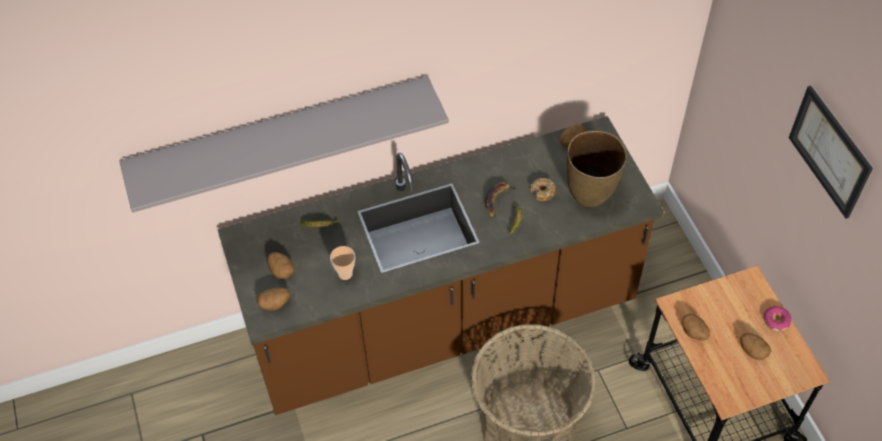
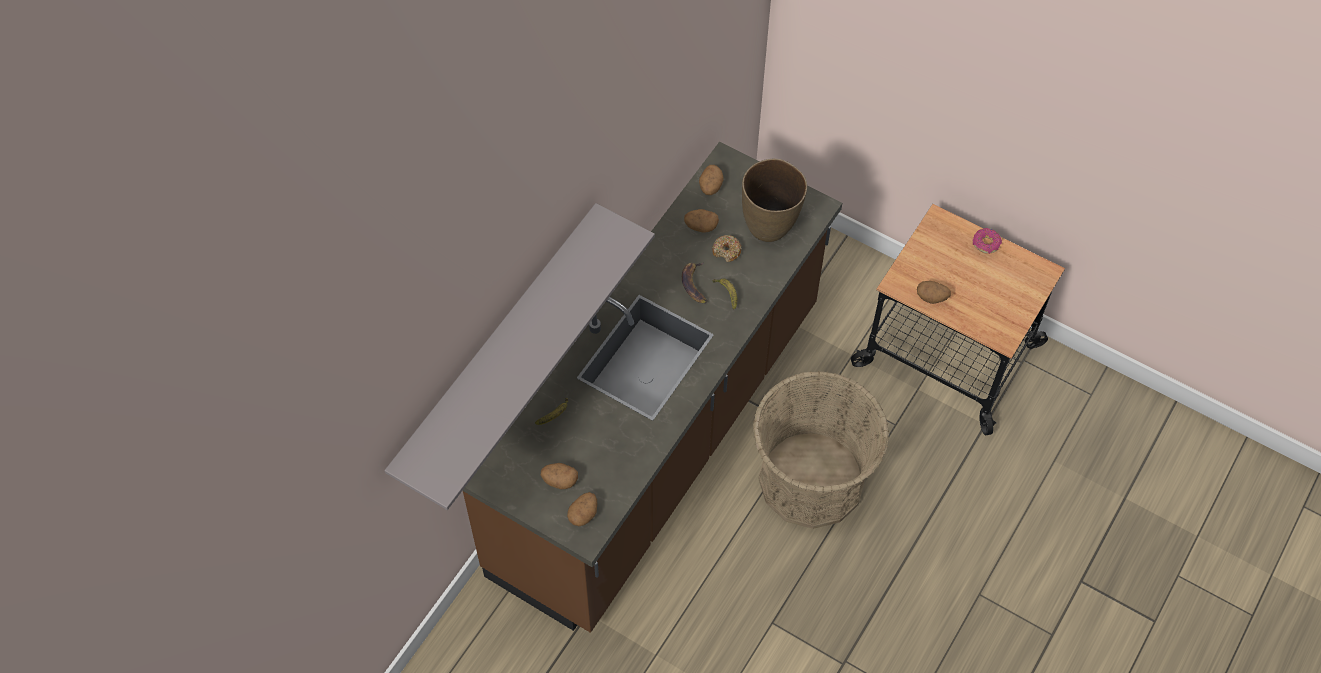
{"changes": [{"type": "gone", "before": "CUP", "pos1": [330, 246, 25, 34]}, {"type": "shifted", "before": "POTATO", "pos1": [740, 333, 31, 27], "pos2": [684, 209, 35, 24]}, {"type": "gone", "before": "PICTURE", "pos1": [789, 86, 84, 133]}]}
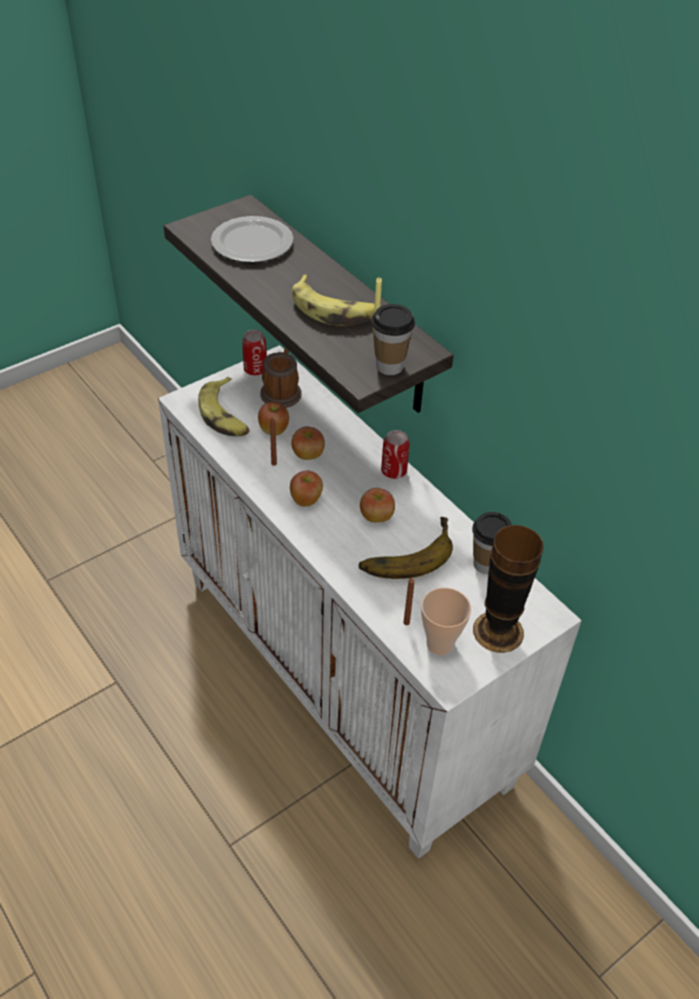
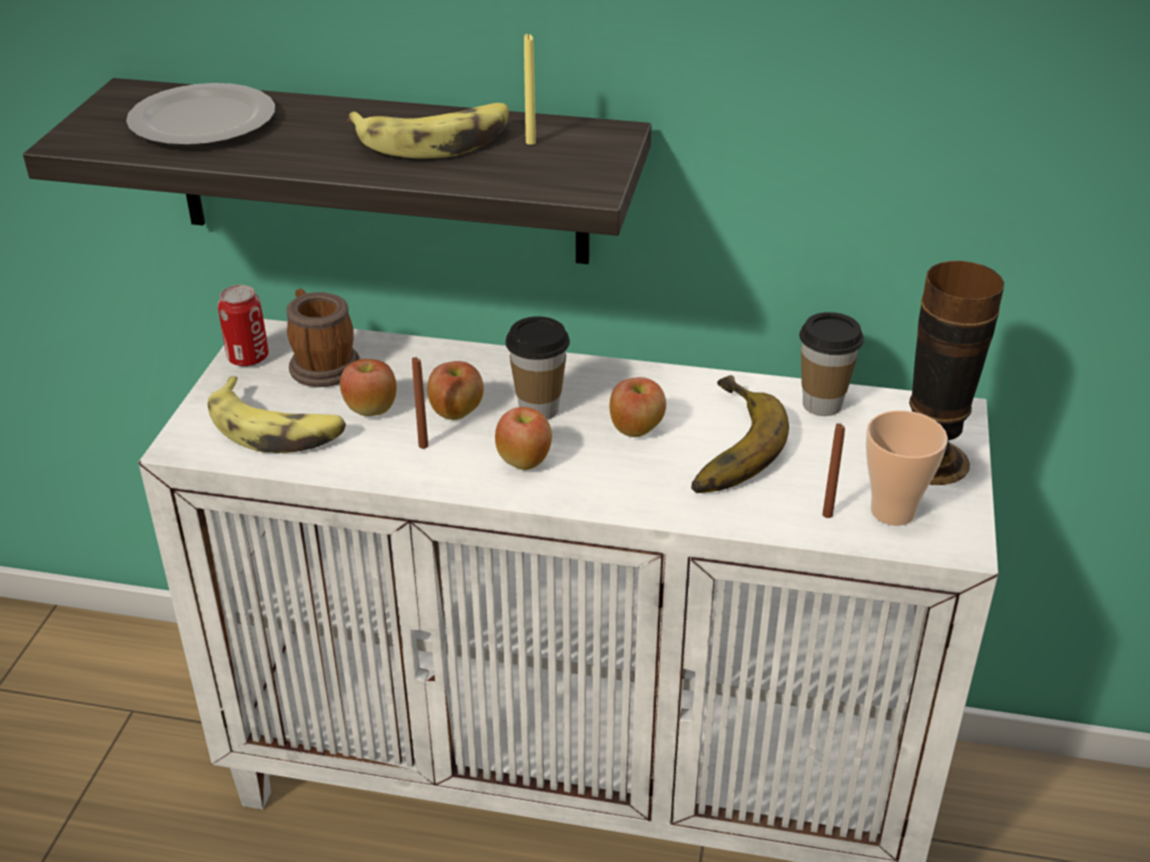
{"changes": [{"type": "shifted", "before": "CUP", "pos1": [371, 304, 44, 71], "pos2": [506, 316, 64, 104]}, {"type": "gone", "before": "CAN", "pos1": [381, 430, 29, 49]}]}
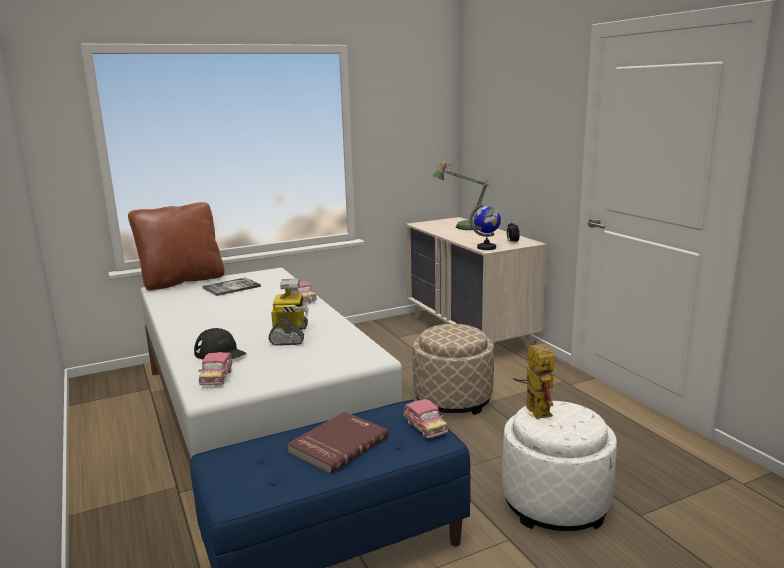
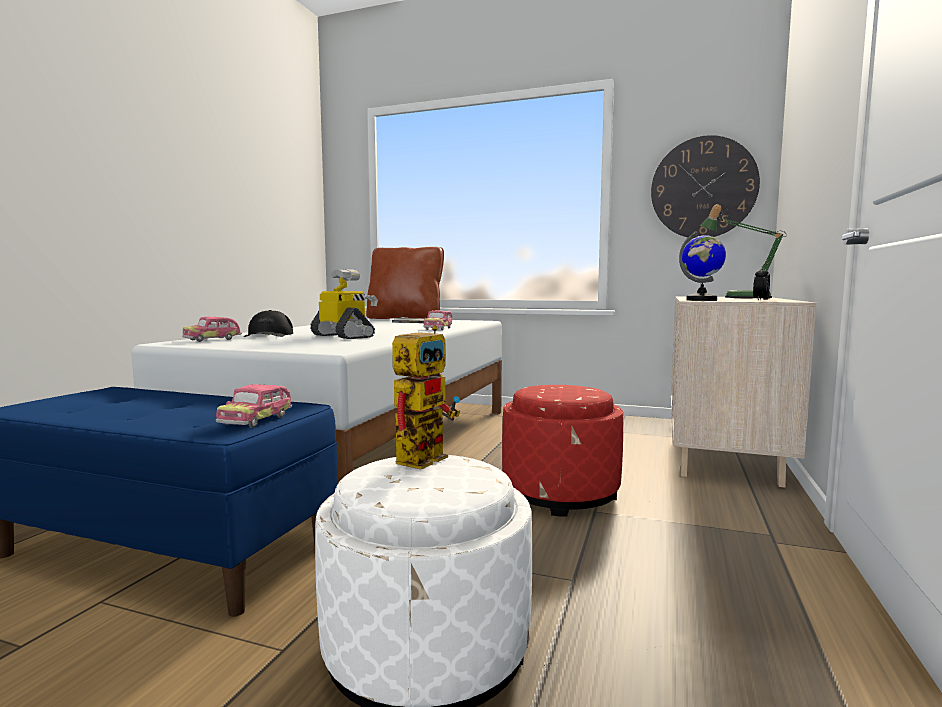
{"changes": [{"type": "rotated", "before": "TOY ROBOT", "pos1": [268, 278, 44, 68], "pos2": [310, 269, 68, 70], "turn": -90}, {"type": "gone", "before": "RED BOOK", "pos1": [287, 412, 101, 62]}, {"type": "repainted", "before": "BEIGE OTTOMAN", "after": "RED OTTOMAN", "pos1": [413, 324, 81, 91], "pos2": [502, 385, 121, 132]}, {"type": "new", "after": "WALL CLOCK", "pos2": [651, 135, 109, 103]}]}
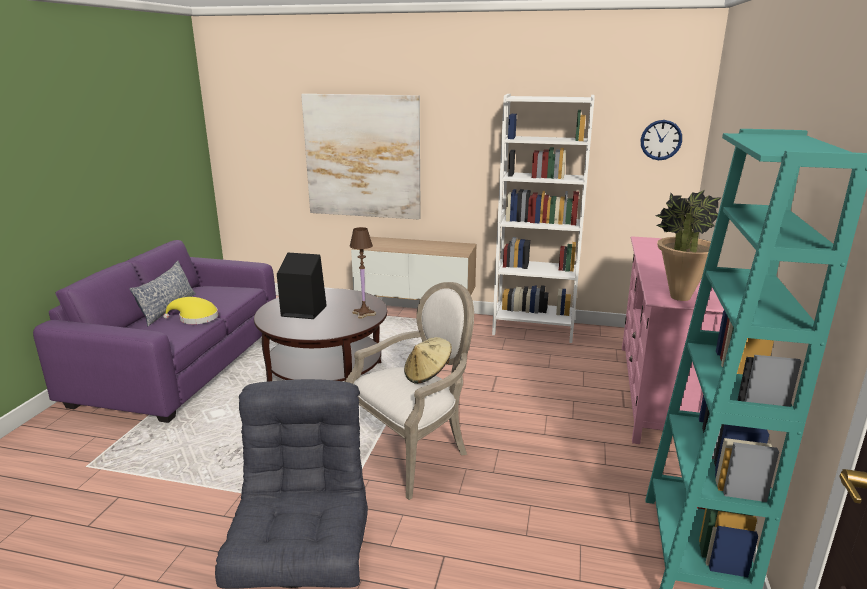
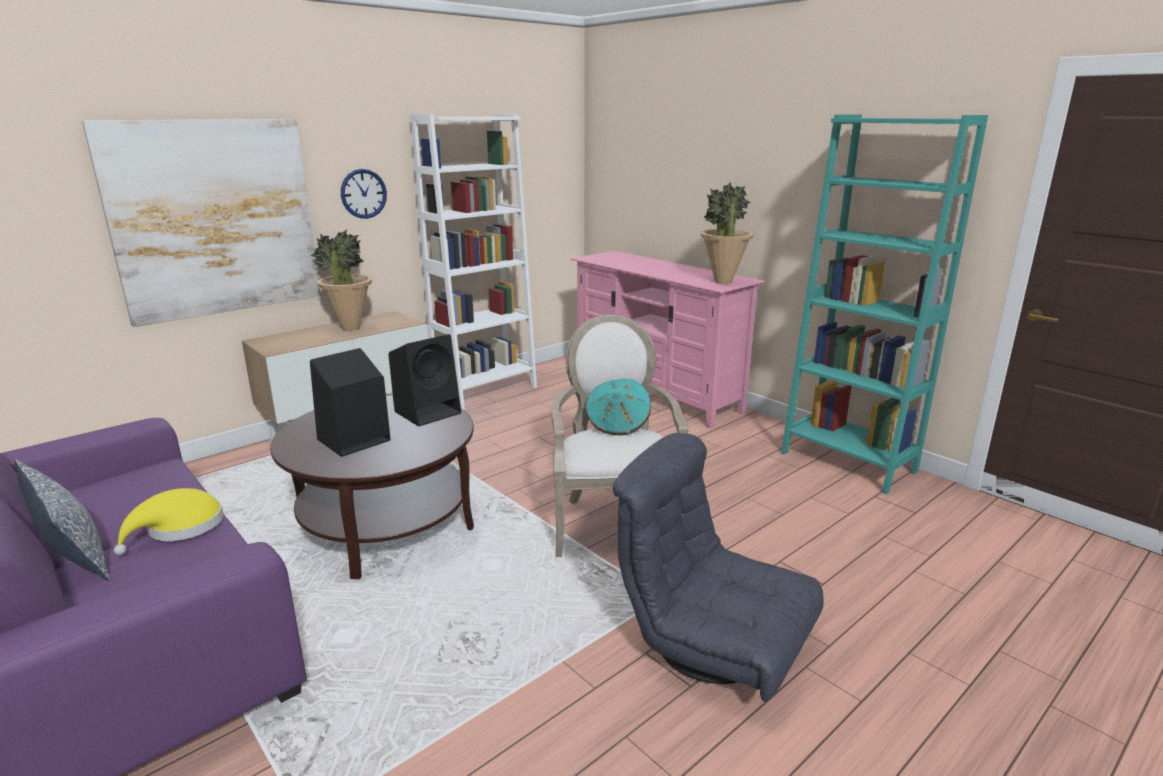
{"changes": [{"type": "swapped", "before": "BROWN TABLE LAMP", "after": "BLACK SPEAKER", "pos1": [350, 227, 26, 92], "pos2": [388, 334, 73, 92]}, {"type": "repainted", "before": "BEIGE HAT", "after": "TURQUOISE HAT", "pos1": [404, 337, 48, 47], "pos2": [585, 379, 66, 56]}, {"type": "shifted", "before": "WALL CLOCK", "pos1": [641, 120, 41, 40], "pos2": [341, 169, 46, 50]}, {"type": "new", "after": "POTTED PLANT", "pos2": [311, 230, 61, 101]}]}
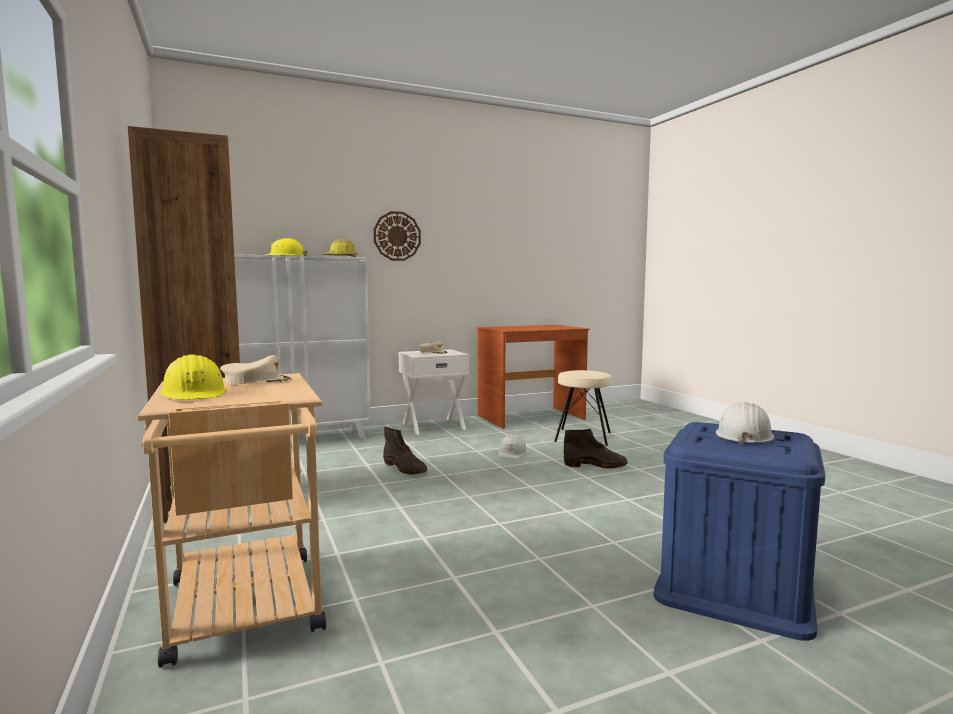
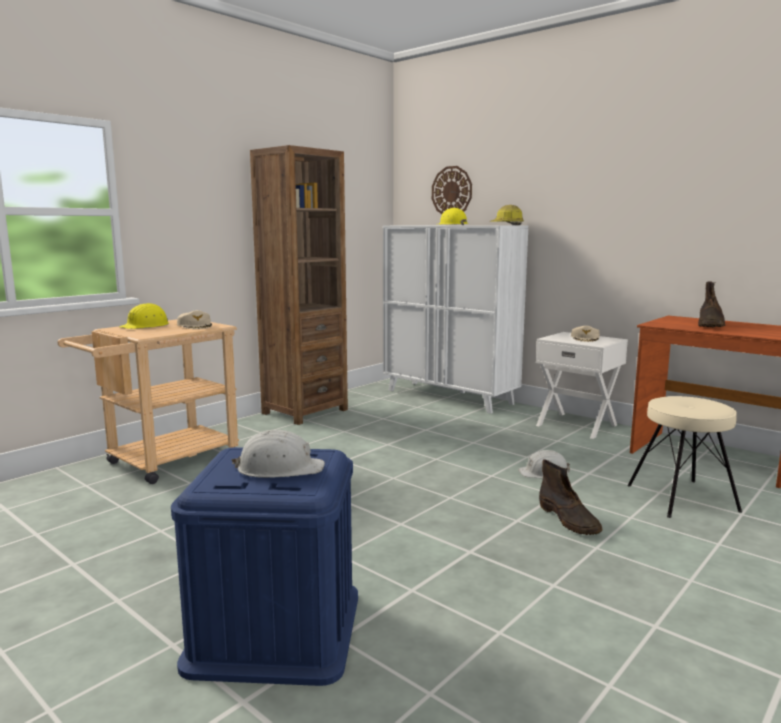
{"changes": [{"type": "shifted", "before": "WALL CLOCK", "pos1": [373, 211, 48, 50], "pos2": [432, 166, 40, 48]}, {"type": "shifted", "before": "BROWN BOOT", "pos1": [383, 427, 44, 48], "pos2": [698, 281, 27, 47]}]}
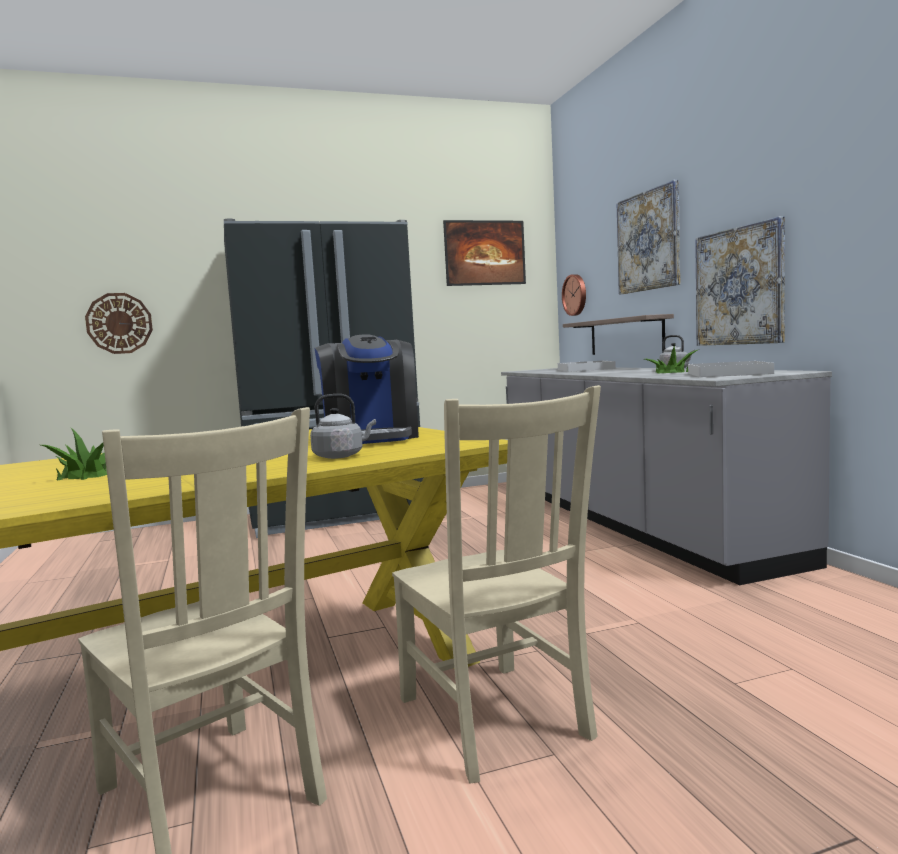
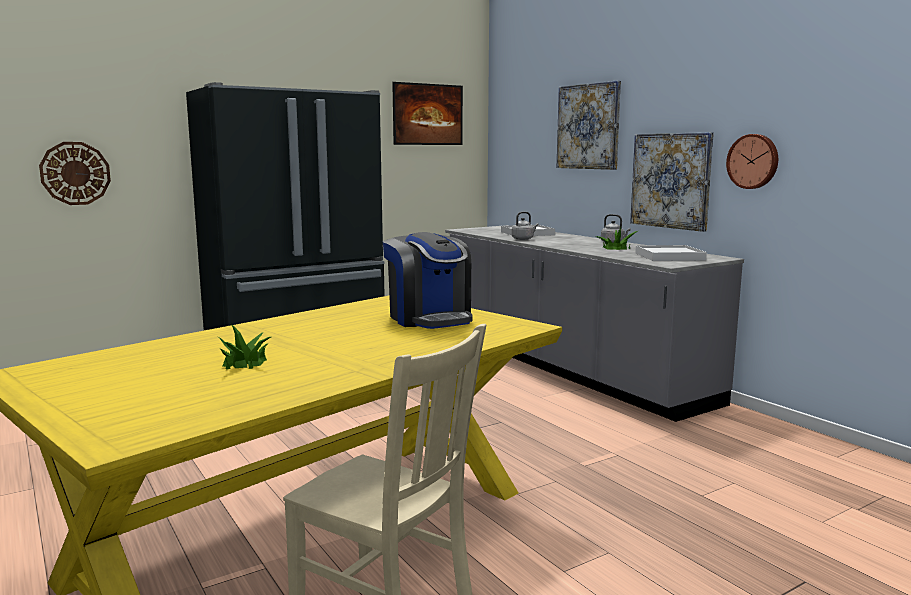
{"changes": [{"type": "shifted", "before": "GREY KETTLE", "pos1": [310, 394, 66, 65], "pos2": [511, 212, 27, 28]}, {"type": "gone", "before": "BEIGE CHAIR", "pos1": [392, 385, 209, 398]}, {"type": "shifted", "before": "WALL CLOCK", "pos1": [562, 274, 24, 42], "pos2": [726, 134, 52, 55]}, {"type": "gone", "before": "SHELF", "pos1": [563, 314, 111, 41]}]}
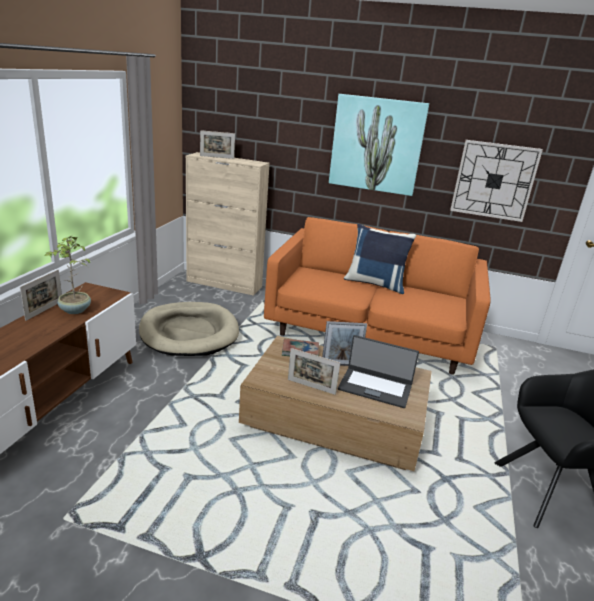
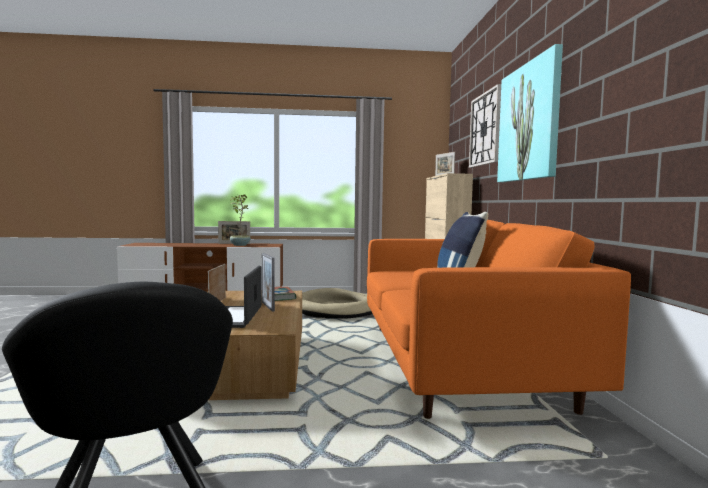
{"changes": [{"type": "shifted", "before": "WALL CLOCK", "pos1": [450, 140, 93, 82], "pos2": [469, 84, 32, 84]}]}
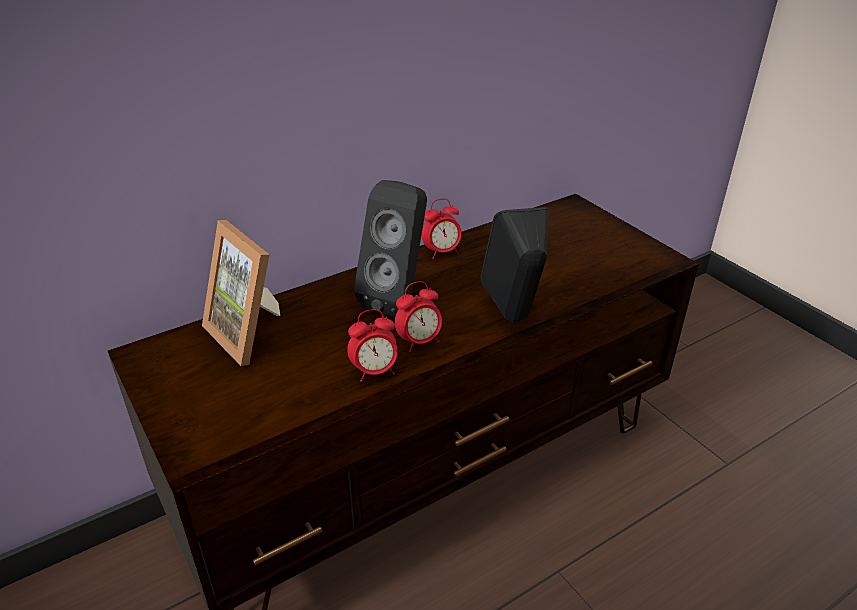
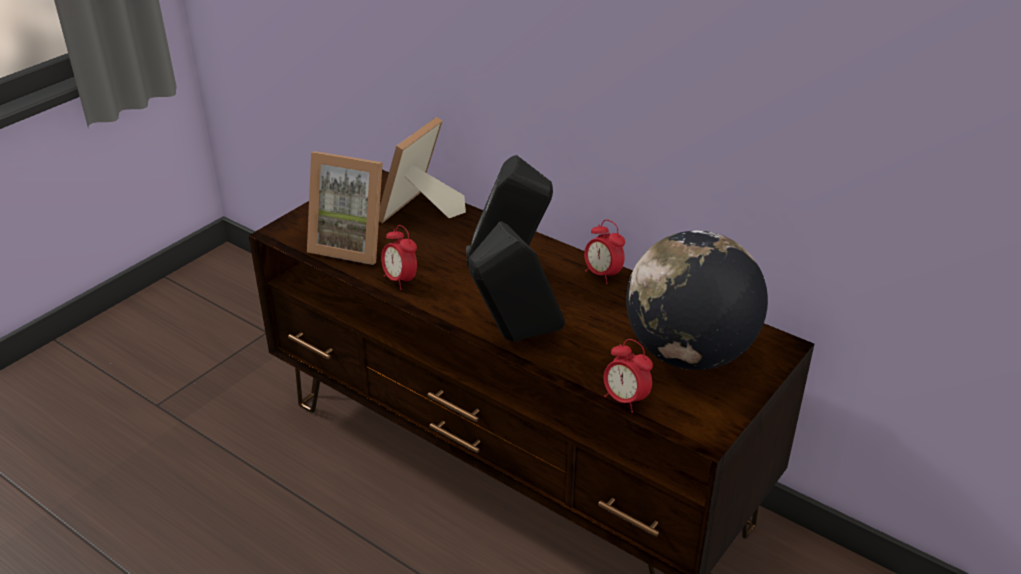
{"changes": [{"type": "shifted", "before": "ALARM CLOCK", "pos1": [395, 281, 47, 71], "pos2": [604, 339, 49, 74]}, {"type": "new", "after": "PICTURE FRAME", "pos2": [307, 151, 76, 114]}, {"type": "new", "after": "GLOBE", "pos2": [626, 231, 142, 139]}]}
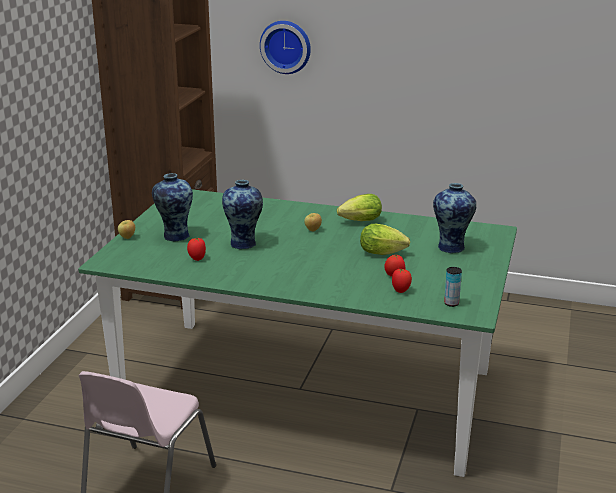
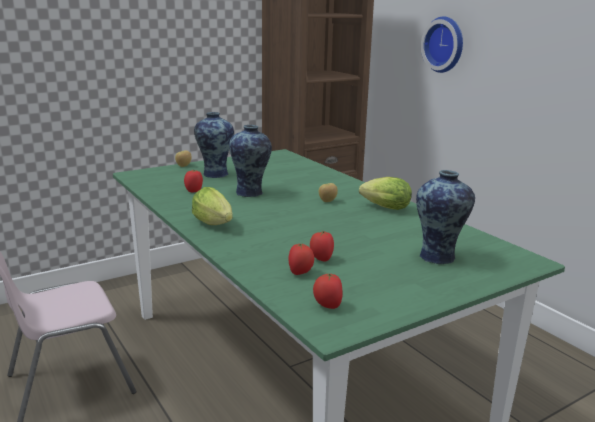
{"changes": [{"type": "shifted", "before": "LETTUCE", "pos1": [360, 224, 50, 31], "pos2": [192, 187, 41, 38]}, {"type": "swapped", "before": "CAN", "after": "TOMATO", "pos1": [444, 267, 18, 40], "pos2": [313, 273, 30, 36]}]}
